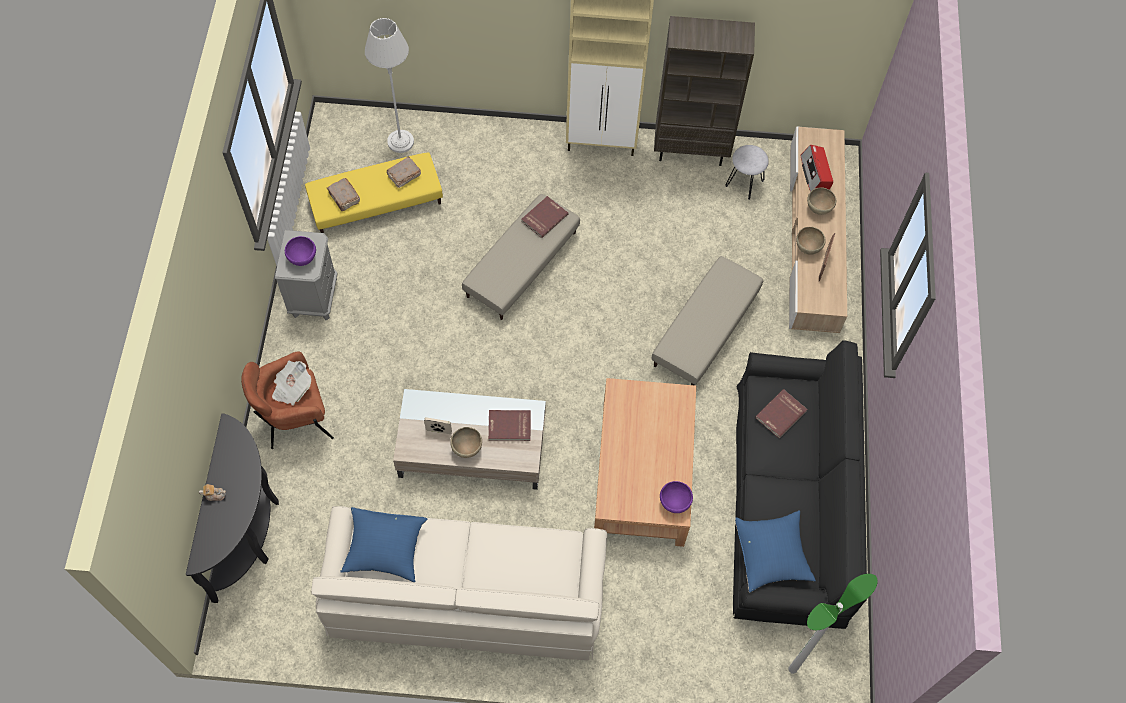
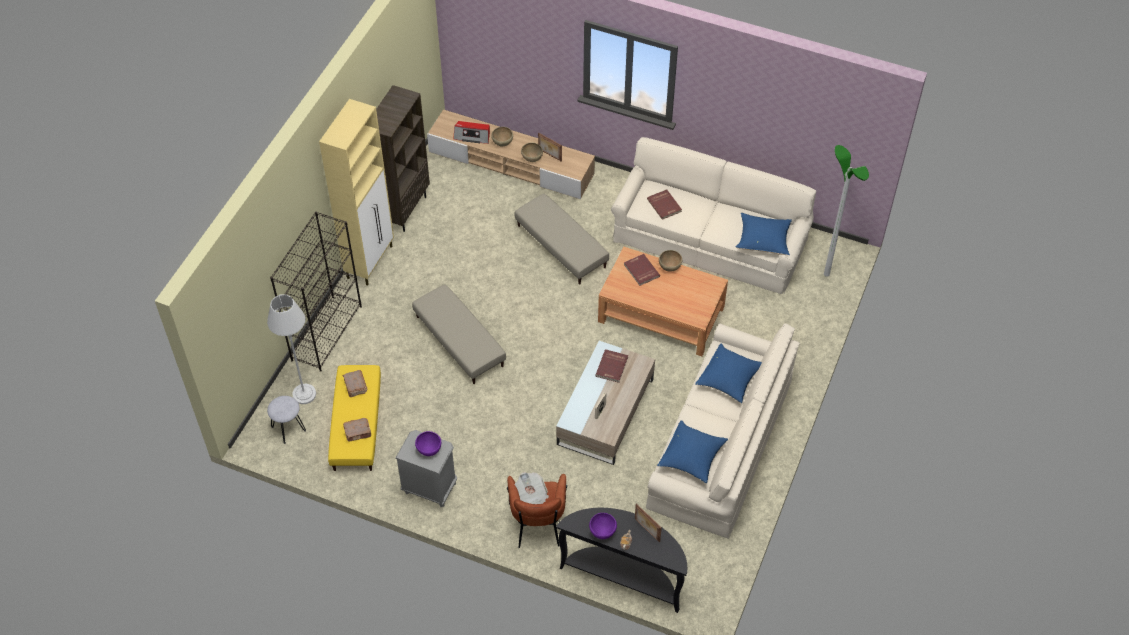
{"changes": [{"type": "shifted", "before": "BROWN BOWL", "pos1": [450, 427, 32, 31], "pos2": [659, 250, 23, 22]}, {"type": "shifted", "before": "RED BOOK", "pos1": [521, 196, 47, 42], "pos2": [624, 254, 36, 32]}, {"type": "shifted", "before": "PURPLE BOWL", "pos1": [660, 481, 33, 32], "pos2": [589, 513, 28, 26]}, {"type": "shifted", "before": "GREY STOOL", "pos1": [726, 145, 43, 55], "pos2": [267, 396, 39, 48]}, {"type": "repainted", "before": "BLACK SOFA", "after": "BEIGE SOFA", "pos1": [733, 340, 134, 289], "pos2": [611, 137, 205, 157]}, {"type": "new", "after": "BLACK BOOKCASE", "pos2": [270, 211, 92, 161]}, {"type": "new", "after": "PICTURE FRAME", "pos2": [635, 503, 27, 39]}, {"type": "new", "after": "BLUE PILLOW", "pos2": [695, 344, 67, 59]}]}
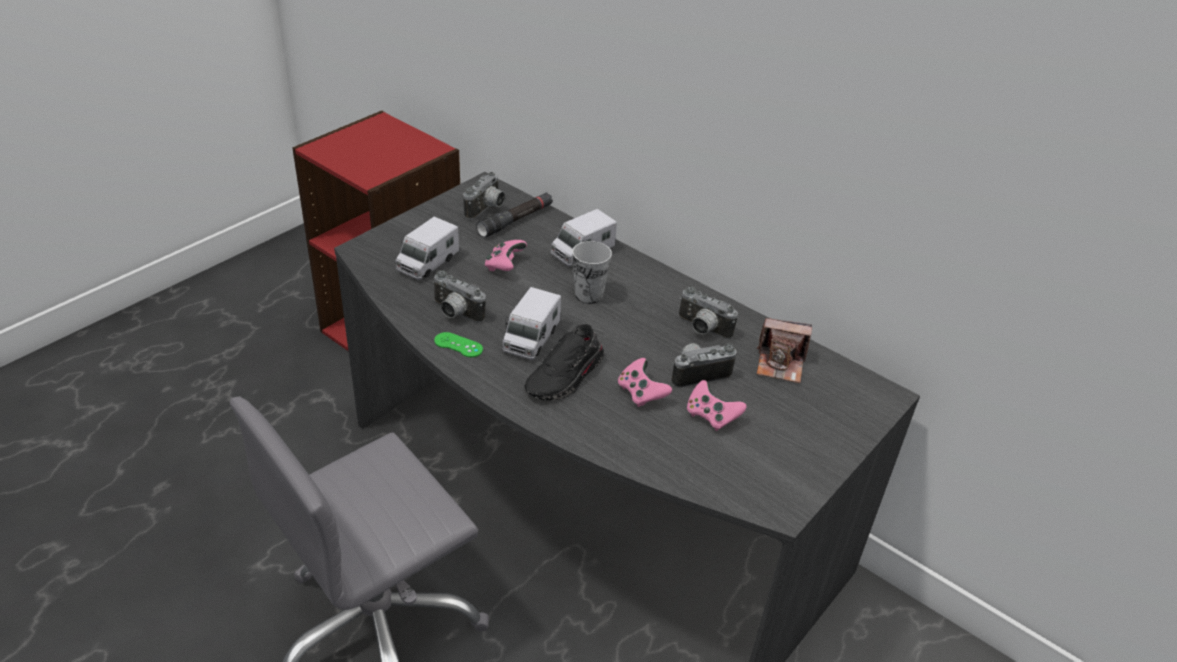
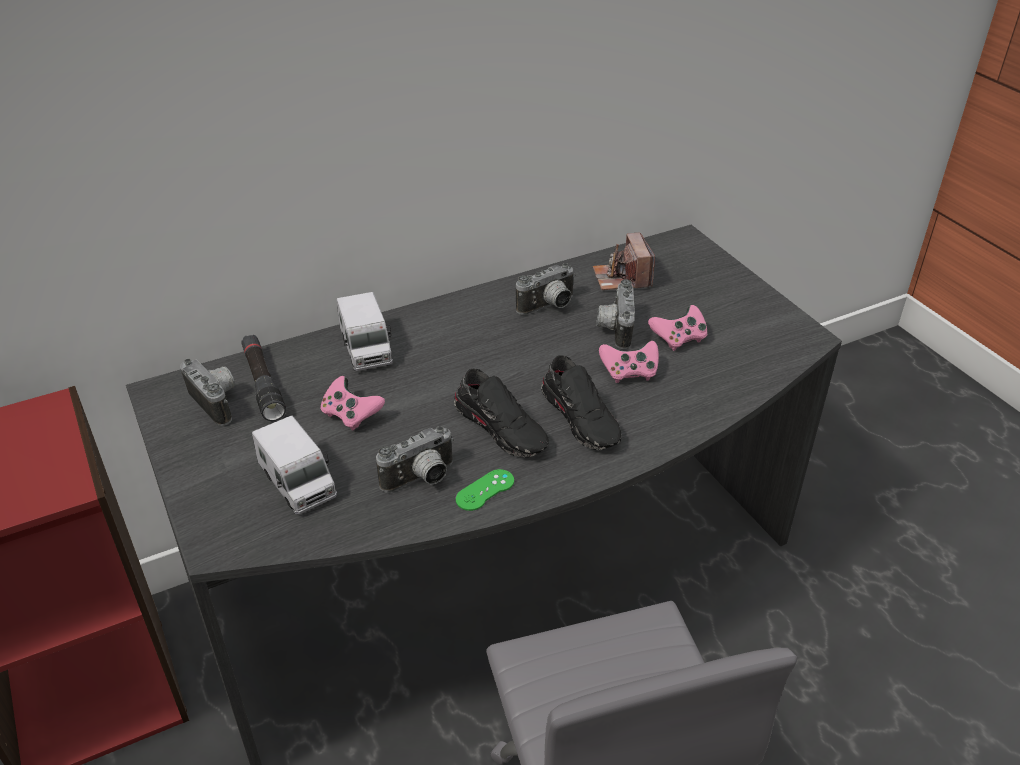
{"changes": [{"type": "swapped", "before": "TOY TRUCK", "after": "BLACK SHOE", "pos1": [502, 287, 59, 73], "pos2": [454, 369, 95, 88]}, {"type": "gone", "before": "CUP", "pos1": [572, 241, 40, 63]}, {"type": "rotated", "before": "PHOTO CAMERA", "pos1": [757, 318, 55, 65], "pos2": [593, 232, 62, 58], "turn": 135}]}
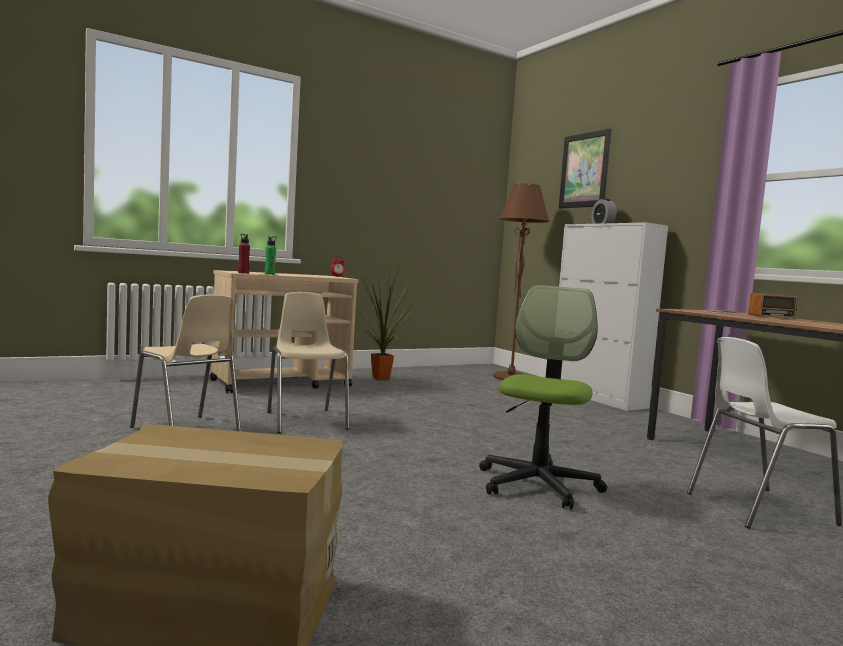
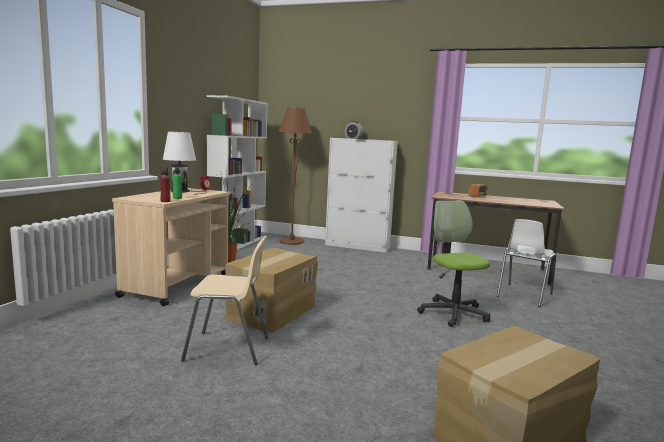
{"changes": [{"type": "swapped", "before": "BEIGE CHAIR", "after": "CARDBOARD BOX", "pos1": [267, 292, 82, 141], "pos2": [225, 248, 93, 85]}, {"type": "gone", "before": "PICTURE", "pos1": [559, 128, 53, 81]}, {"type": "new", "after": "WHITE TABLE LAMP", "pos2": [163, 131, 41, 64]}, {"type": "new", "after": "WHITE BOOKCASE", "pos2": [207, 95, 60, 155]}]}
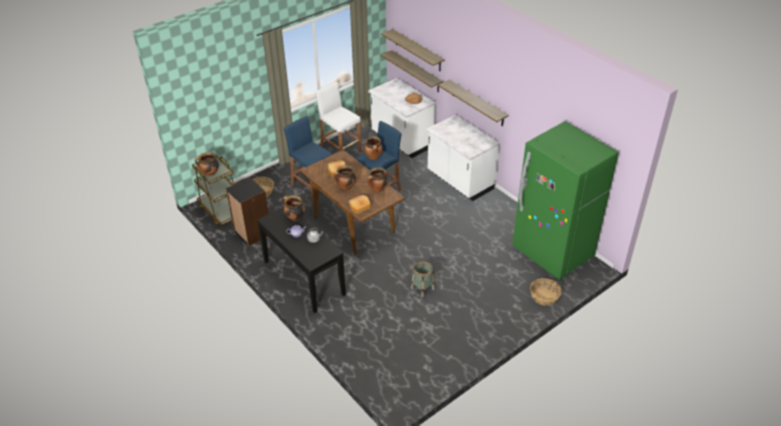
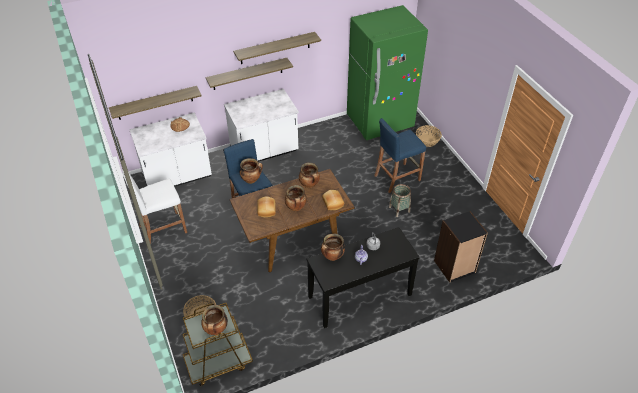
{"changes": [{"type": "shifted", "before": "BLACK BOOKCASE", "pos1": [226, 177, 43, 69], "pos2": [434, 211, 54, 72]}, {"type": "shifted", "before": "BLUE STOOL", "pos1": [284, 116, 48, 85], "pos2": [374, 118, 52, 75]}, {"type": "shifted", "before": "SHELF", "pos1": [381, 29, 64, 42], "pos2": [233, 32, 88, 32]}]}
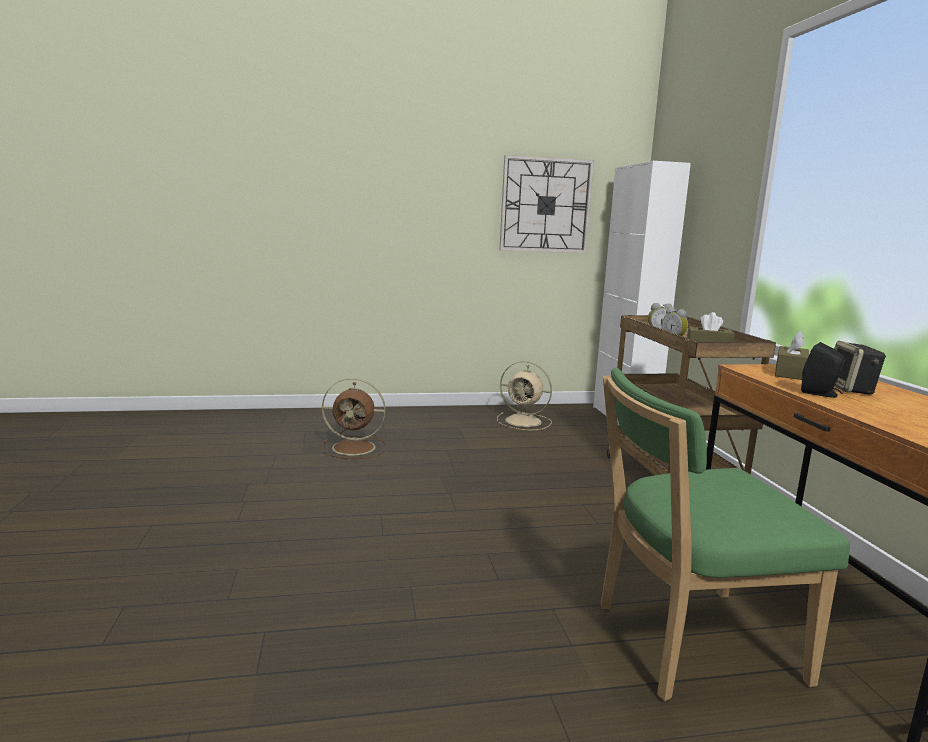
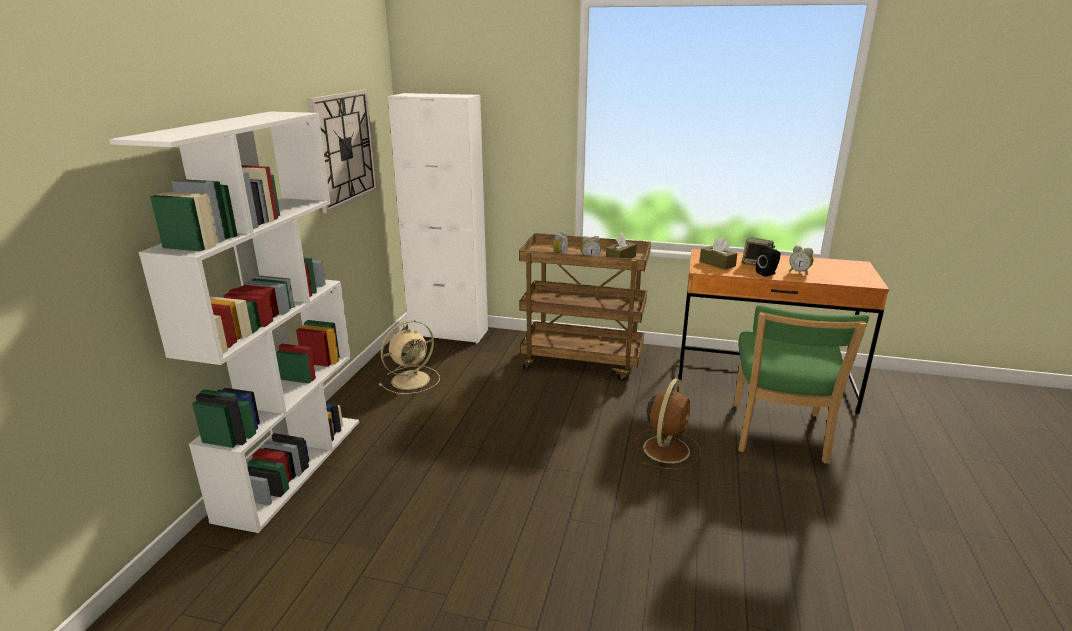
{"changes": [{"type": "shifted", "before": "BROWN FAN", "pos1": [322, 378, 65, 81], "pos2": [635, 378, 65, 92]}, {"type": "new", "after": "WHITE BOOKCASE", "pos2": [109, 111, 250, 422]}, {"type": "new", "after": "ALARM CLOCK", "pos2": [789, 246, 24, 29]}]}
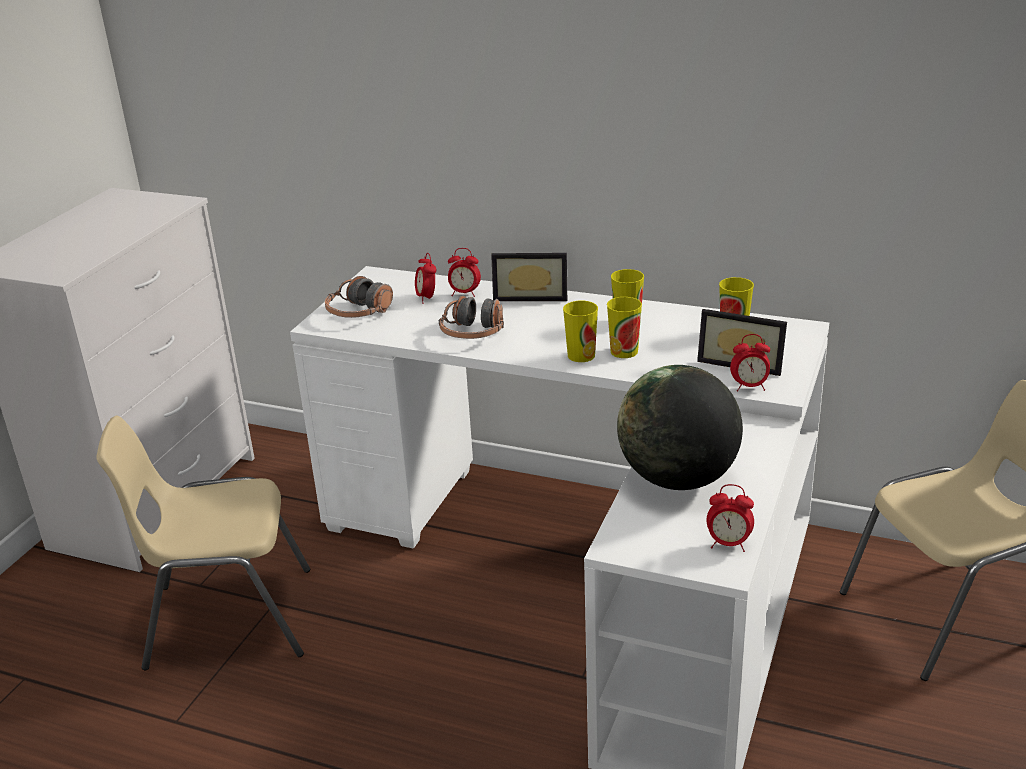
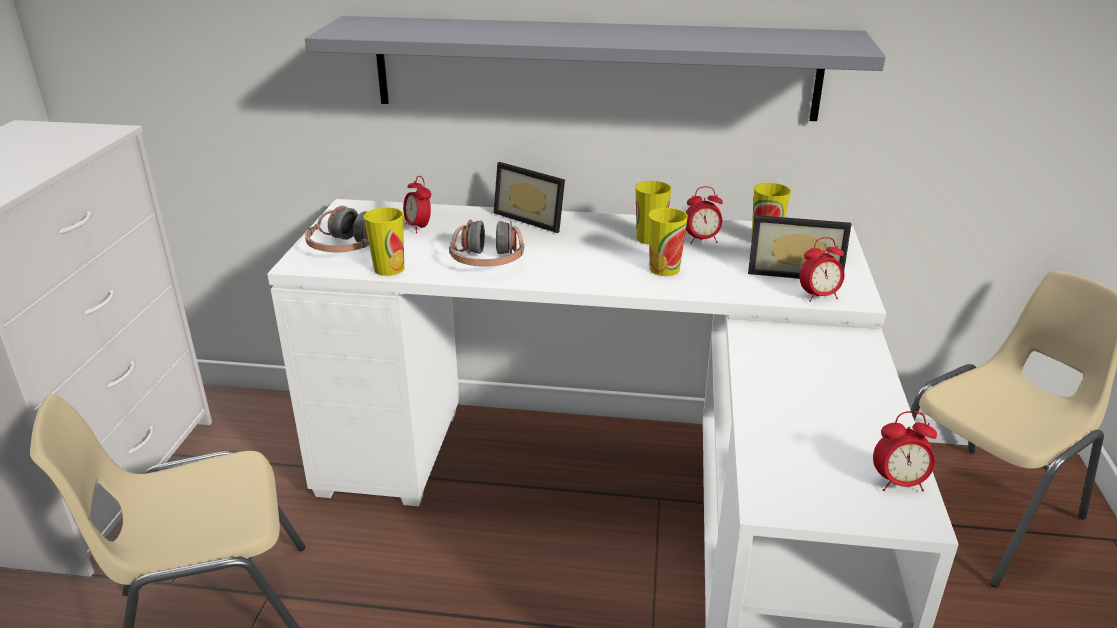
{"changes": [{"type": "shifted", "before": "ALARM CLOCK", "pos1": [448, 248, 33, 49], "pos2": [686, 186, 37, 58]}, {"type": "rotated", "before": "PICTURE FRAME", "pos1": [491, 253, 76, 48], "pos2": [494, 162, 71, 71], "turn": 45}, {"type": "shifted", "before": "CUP", "pos1": [563, 301, 35, 61], "pos2": [364, 207, 40, 69]}, {"type": "gone", "before": "GLOBE", "pos1": [617, 365, 126, 125]}, {"type": "new", "after": "GREY SHELF", "pos2": [305, 16, 581, 105]}]}
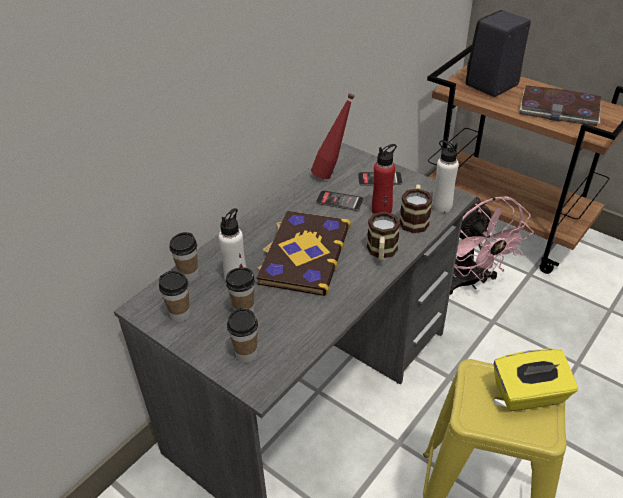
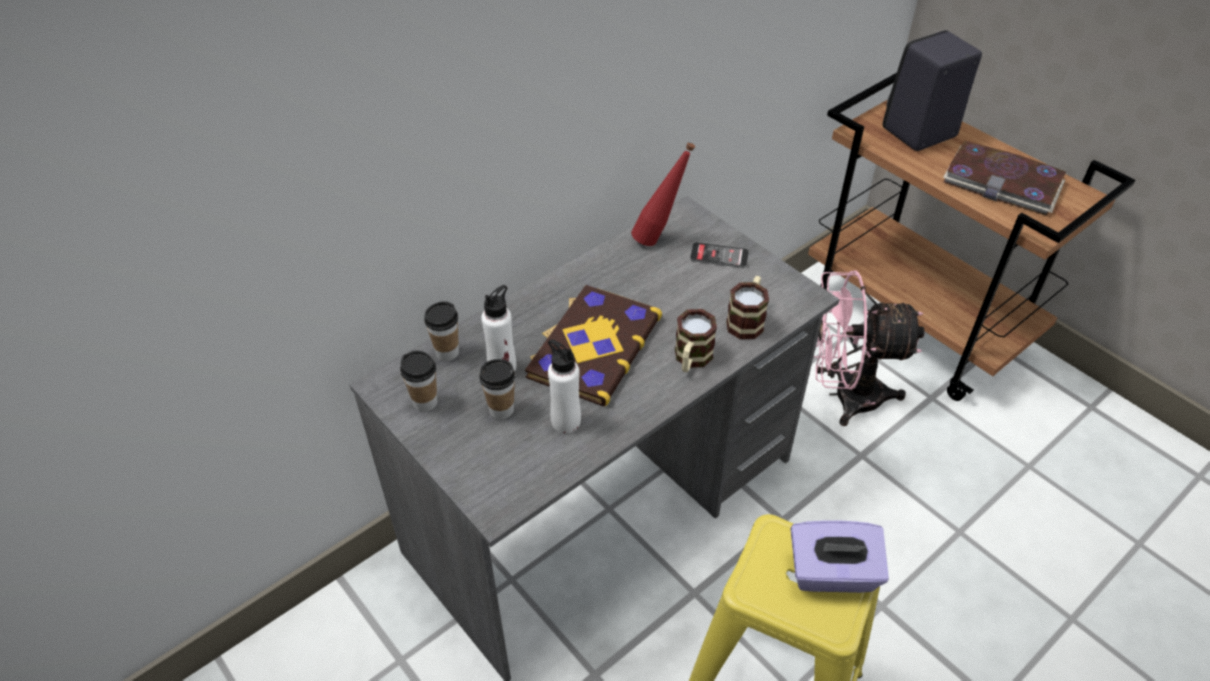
{"changes": [{"type": "gone", "before": "CUP", "pos1": [227, 308, 31, 55]}, {"type": "gone", "before": "PHONE", "pos1": [316, 190, 48, 21]}, {"type": "gone", "before": "RED BOTTLE", "pos1": [372, 144, 25, 70]}, {"type": "shifted", "before": "WHITE BOTTLE", "pos1": [432, 140, 27, 73], "pos2": [548, 339, 33, 94]}, {"type": "rotated", "before": "PINK FAN", "pos1": [450, 196, 84, 99], "pos2": [813, 270, 111, 156], "turn": 105}, {"type": "repainted", "before": "YELLOW TISSUE BOX", "after": "PURPLE TISSUE BOX", "pos1": [494, 348, 84, 63], "pos2": [790, 520, 99, 73]}]}
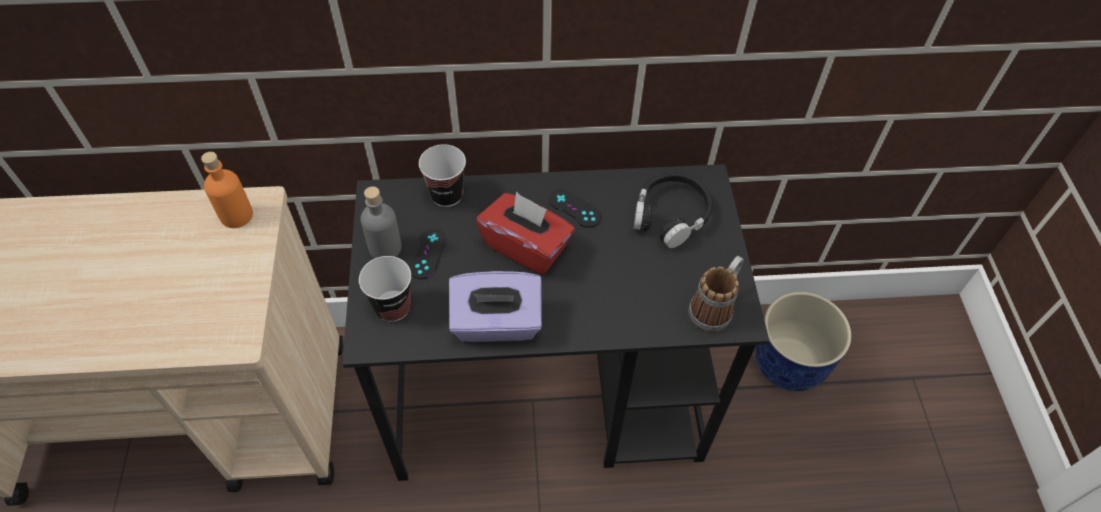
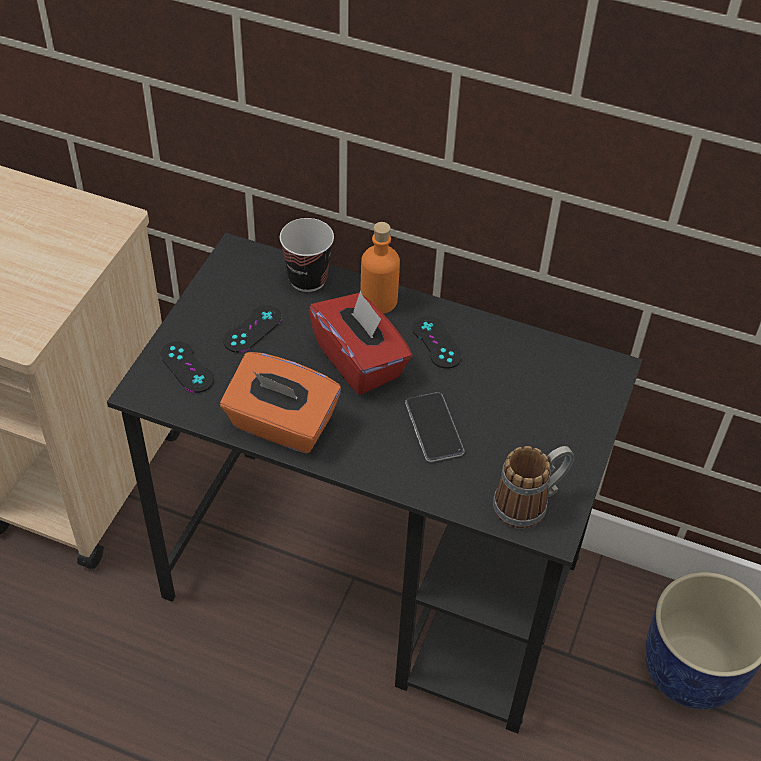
{"changes": [{"type": "shifted", "before": "ORANGE BOTTLE", "pos1": [201, 152, 52, 76], "pos2": [360, 222, 40, 92]}, {"type": "swapped", "before": "CUP", "after": "BLACK GAME CONTROLLER", "pos1": [359, 256, 52, 66], "pos2": [160, 341, 54, 52]}, {"type": "gone", "before": "GREY BOTTLE", "pos1": [360, 186, 42, 72]}, {"type": "repainted", "before": "PURPLE TISSUE BOX", "after": "ORANGE TISSUE BOX", "pos1": [449, 271, 93, 71], "pos2": [220, 352, 121, 102]}, {"type": "gone", "before": "BLACK HEADPHONES", "pos1": [634, 172, 79, 76]}, {"type": "new", "after": "PHONE", "pos2": [405, 392, 59, 70]}]}
